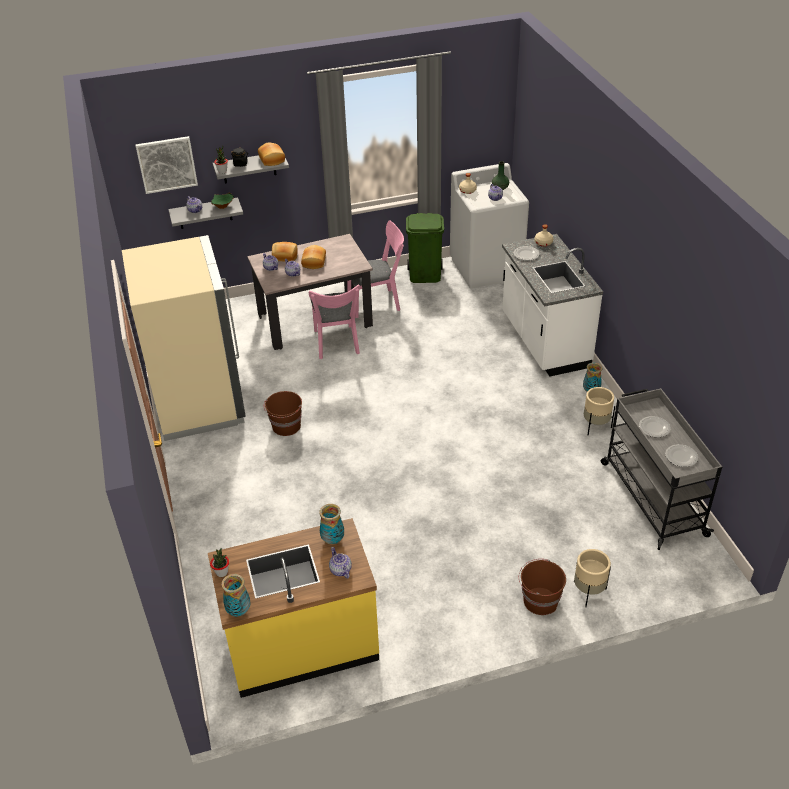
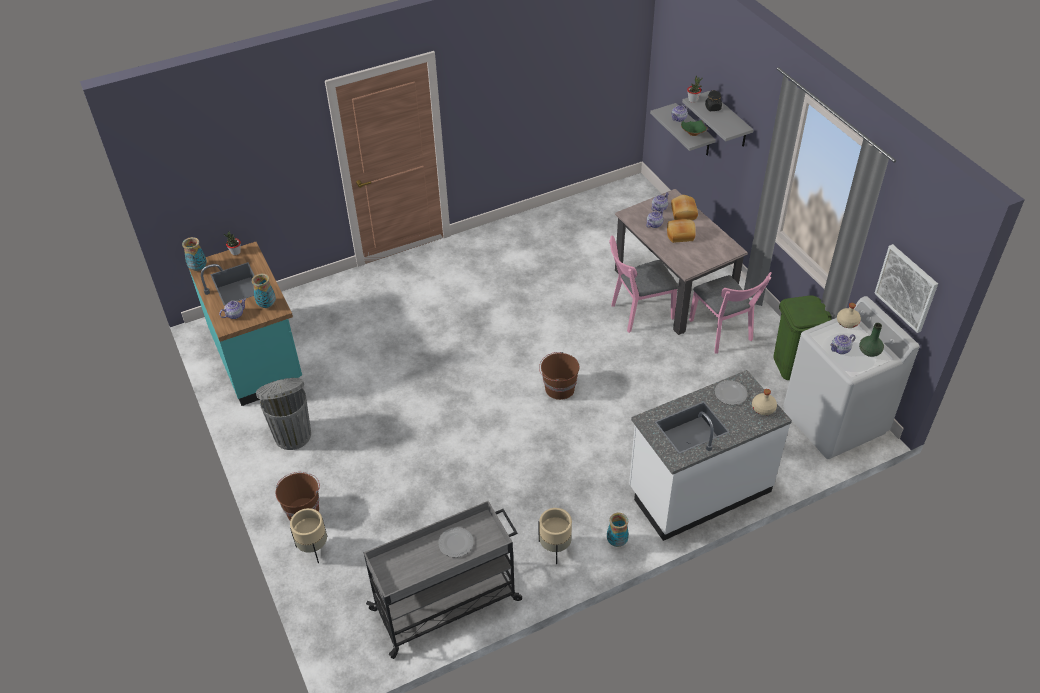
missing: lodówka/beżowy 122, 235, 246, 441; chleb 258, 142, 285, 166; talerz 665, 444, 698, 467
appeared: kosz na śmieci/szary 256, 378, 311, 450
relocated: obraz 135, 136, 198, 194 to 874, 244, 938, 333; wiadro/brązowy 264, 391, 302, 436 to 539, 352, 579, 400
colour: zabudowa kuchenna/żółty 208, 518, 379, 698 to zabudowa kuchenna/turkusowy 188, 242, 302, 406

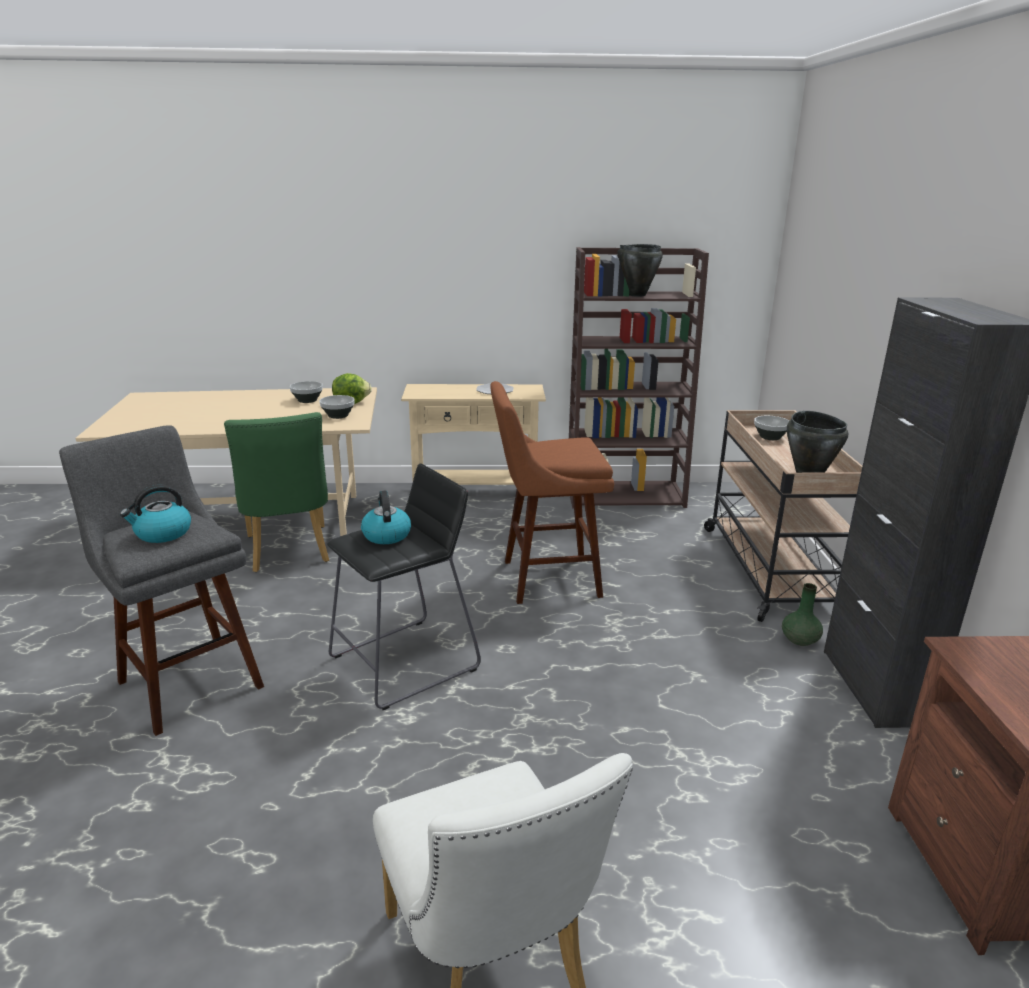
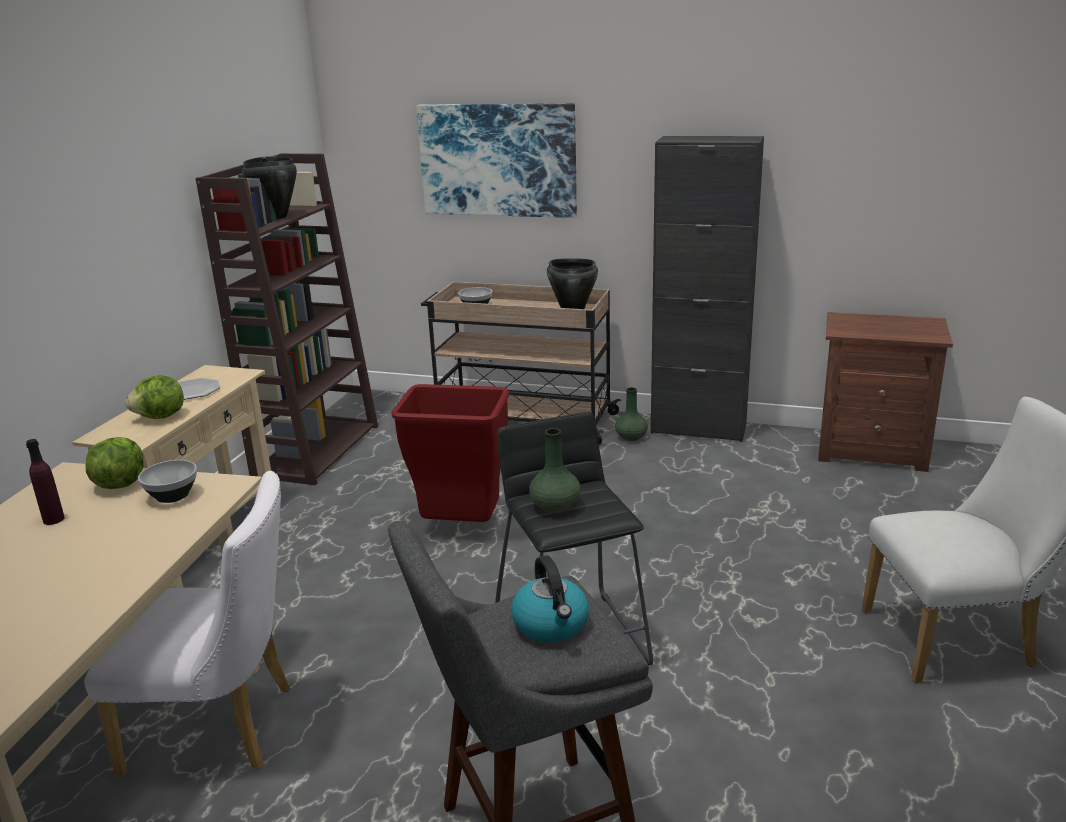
appeared: sałata 125, 375, 184, 419; obraz 416, 103, 577, 218
exchanged: miska 289, 381, 323, 403 to butelka/fioletowy 26, 439, 65, 525; czajnik 361, 490, 411, 544 to wazon/zielony 529, 428, 581, 513; stołek/brązowy 491, 381, 614, 604 to kosz na śmieci/czerwony 391, 384, 509, 522
colour: krzesło/zielony 224, 412, 329, 572 to krzesło/biały 84, 471, 291, 778

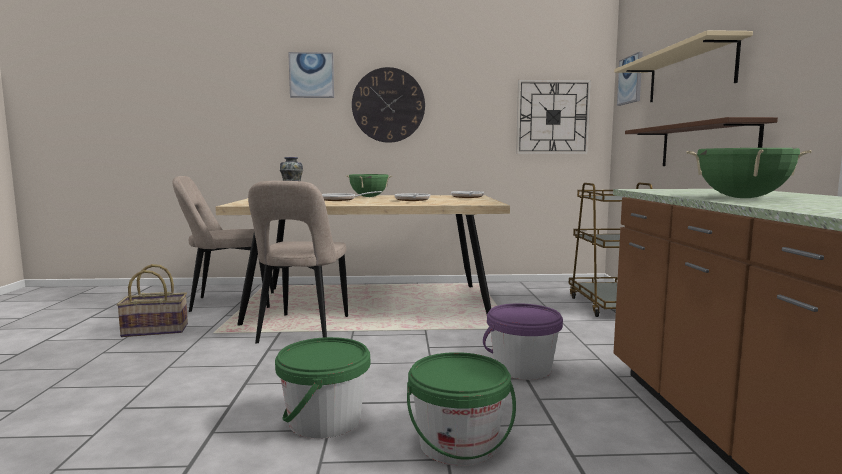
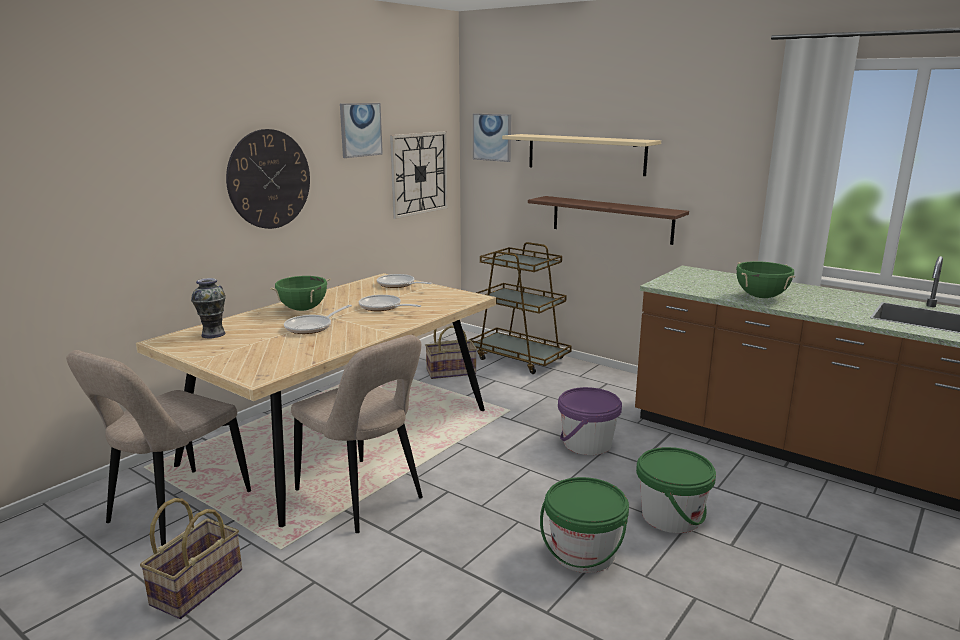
appeared: koszyk 425, 326, 477, 379
relocated: obraz 288, 52, 334, 98 to 340, 103, 383, 158

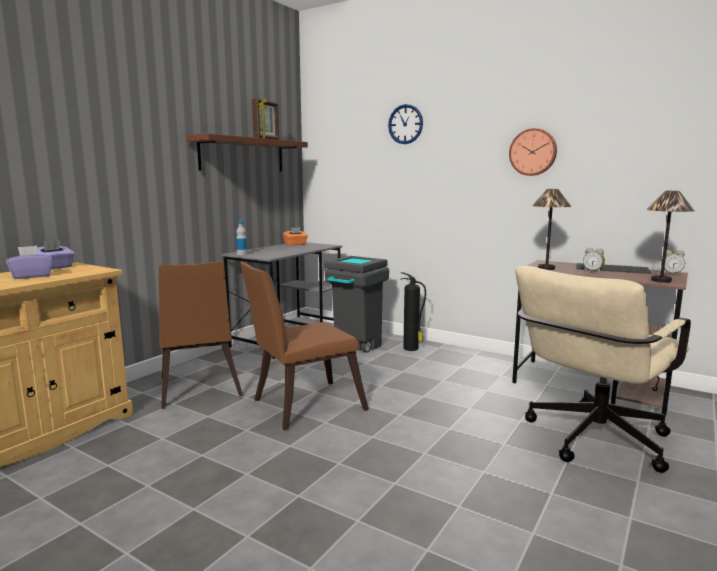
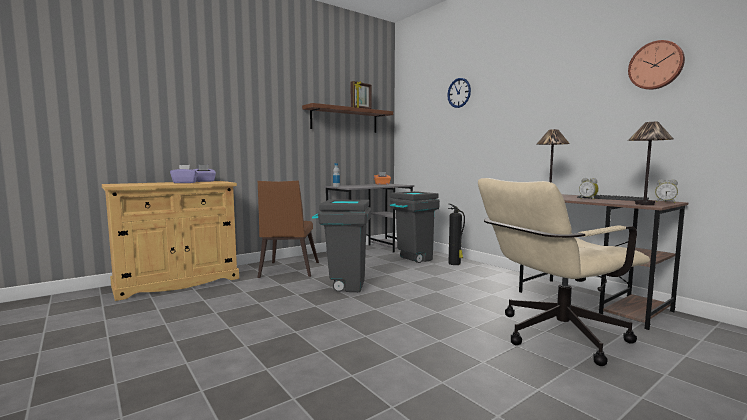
relocated: zegar ścienny 509, 128, 557, 176 to 628, 40, 685, 90
exchanged: krzesło/brązowy 240, 262, 369, 430 to kosz na śmieci/szary 312, 199, 371, 292

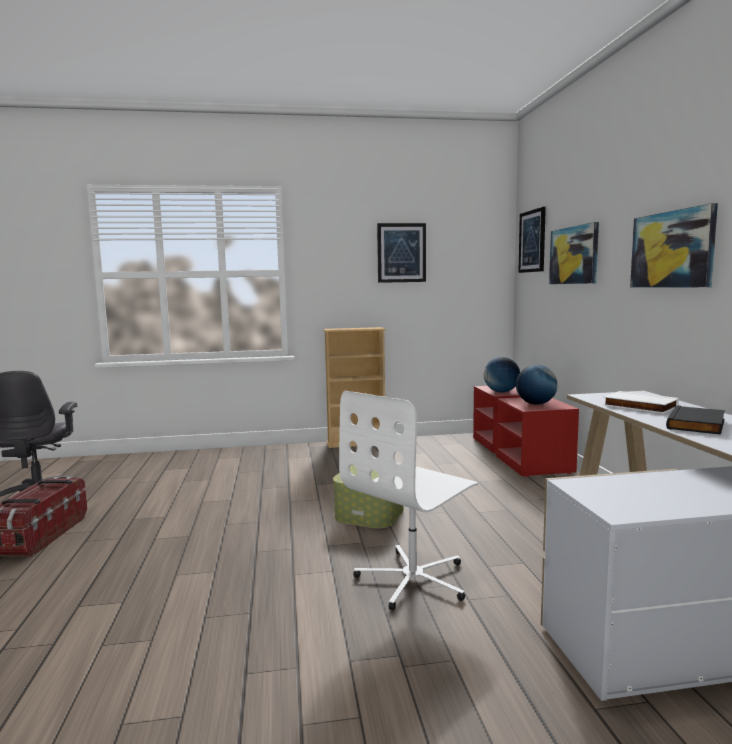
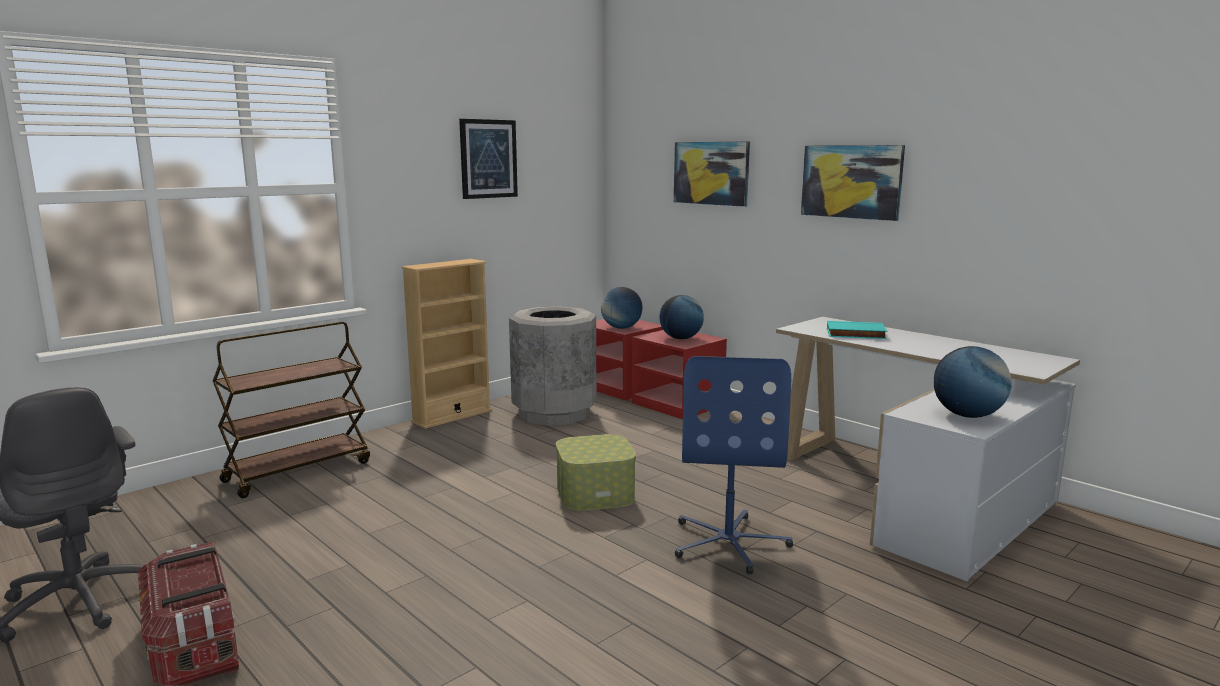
missing: obraz 518, 207, 546, 273; książka/czarny 666, 405, 725, 435
appeared: wózek/brązowy 213, 322, 370, 498; kosz na śmieci/szary 509, 306, 596, 426; globus 934, 346, 1012, 418
colour: krzesło biurowe/biały 339, 391, 478, 610 to krzesło biurowe/niebieski 675, 356, 793, 574; książka/biały 603, 391, 679, 414 to książka/turkusowy 827, 321, 887, 339

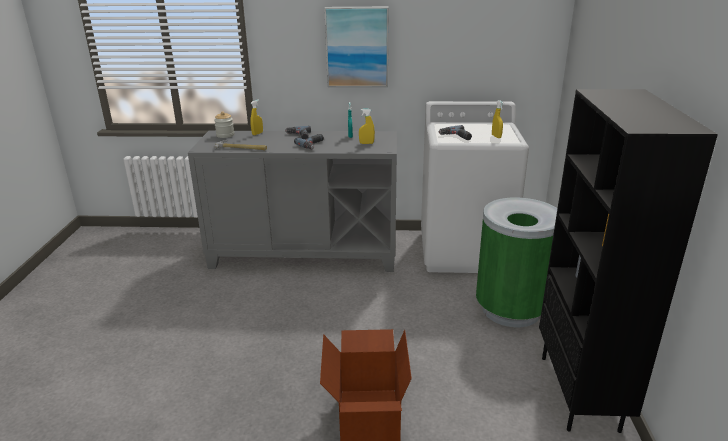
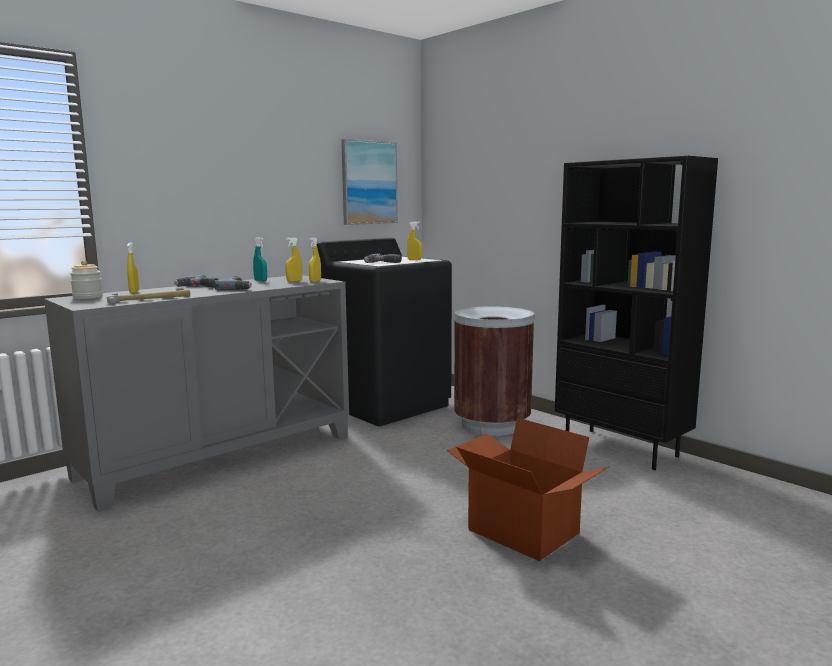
appeared: spryskiwacz/żółty 309, 237, 321, 282
relocated: obraz 324, 7, 389, 87 to 341, 139, 398, 225
colour: pralka/biały 421, 101, 529, 273 to pralka/czarny 317, 238, 452, 426; kosz na śmieci/zielony 476, 197, 557, 327 to kosz na śmieci/brązowy 454, 306, 534, 436

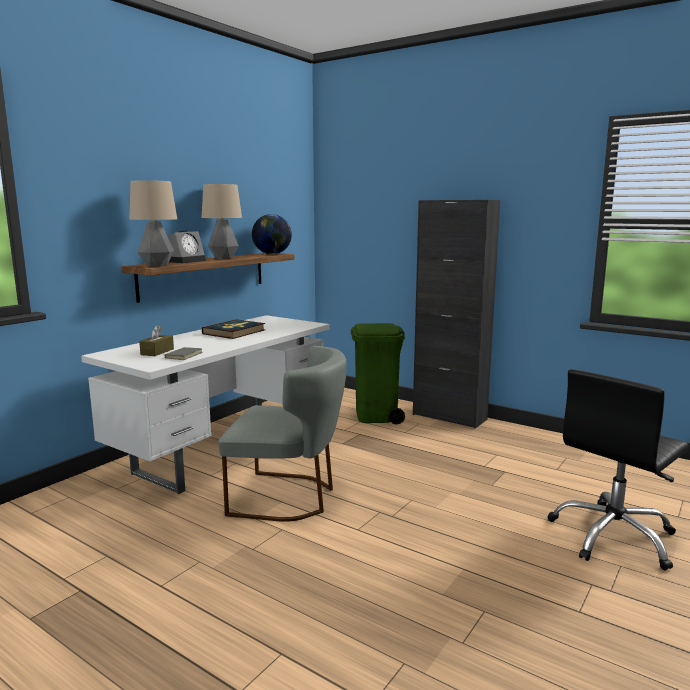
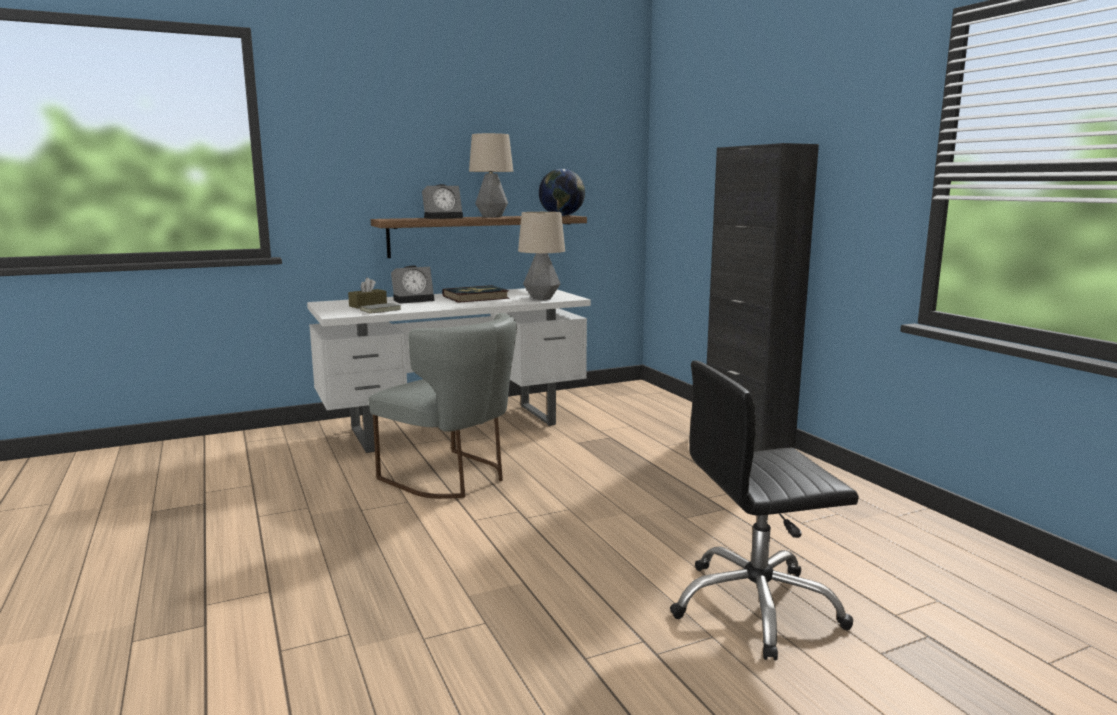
missing: kosz na śmieci/zielony 351, 323, 405, 425
appeared: budzik 391, 266, 435, 304
relocated: lampa stołowa 129, 180, 177, 267 to 518, 212, 565, 300

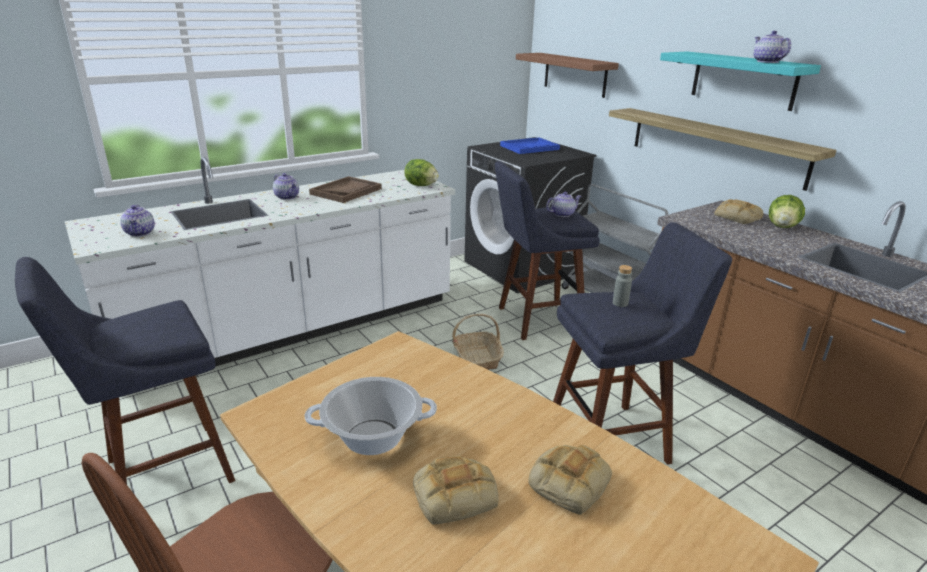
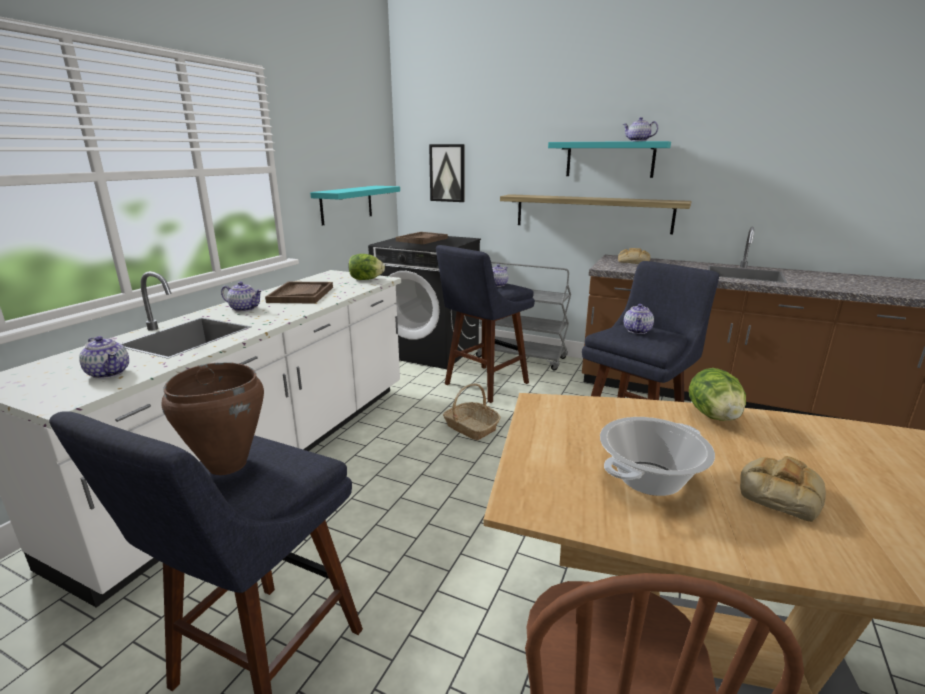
missing: chleb 528, 445, 612, 515
appeared: garnek/brązowy 161, 362, 264, 475; półka/turkusowy 310, 186, 400, 225
relocated: sałata 769, 195, 805, 228 to 689, 368, 746, 421
exchanged: półka/brązowy 516, 53, 619, 98 to obraz 429, 144, 464, 202; butelka/szary 613, 265, 632, 307 to imbryk 624, 304, 654, 334
colour: taca/niebieski 500, 138, 560, 154 to taca/brązowy 396, 232, 448, 244

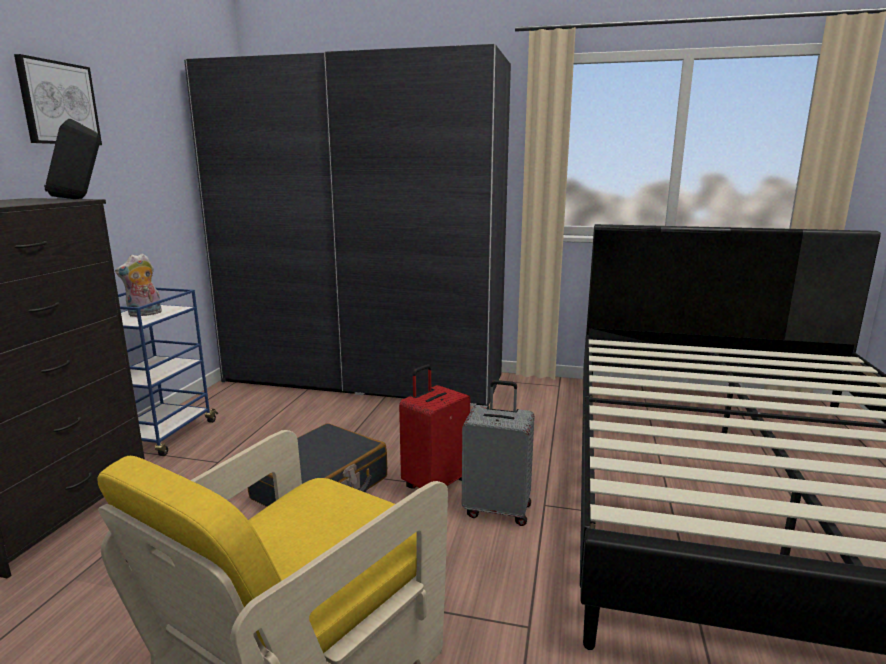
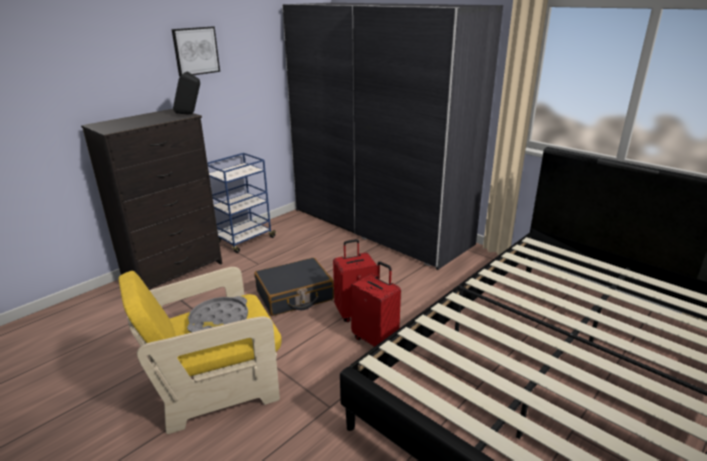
missing: pluszak 115, 254, 162, 317
appeared: taca/szary 187, 296, 248, 333
colour: walizka/szary 462, 380, 535, 526 to walizka/czerwony 351, 261, 401, 347

